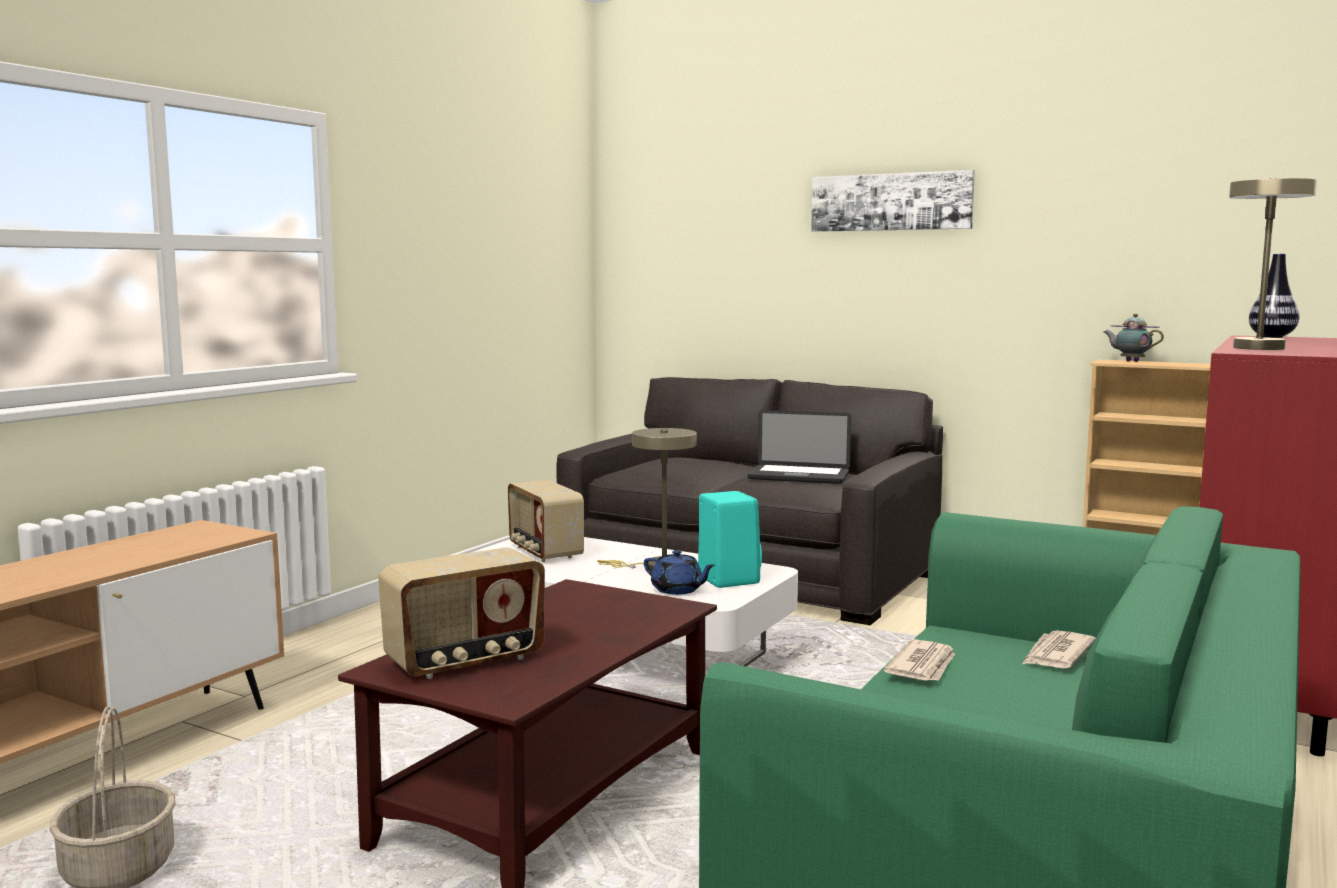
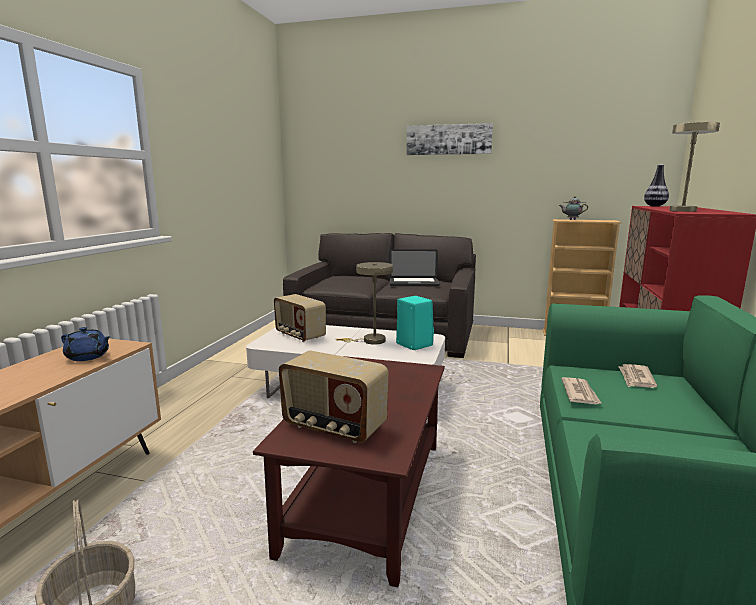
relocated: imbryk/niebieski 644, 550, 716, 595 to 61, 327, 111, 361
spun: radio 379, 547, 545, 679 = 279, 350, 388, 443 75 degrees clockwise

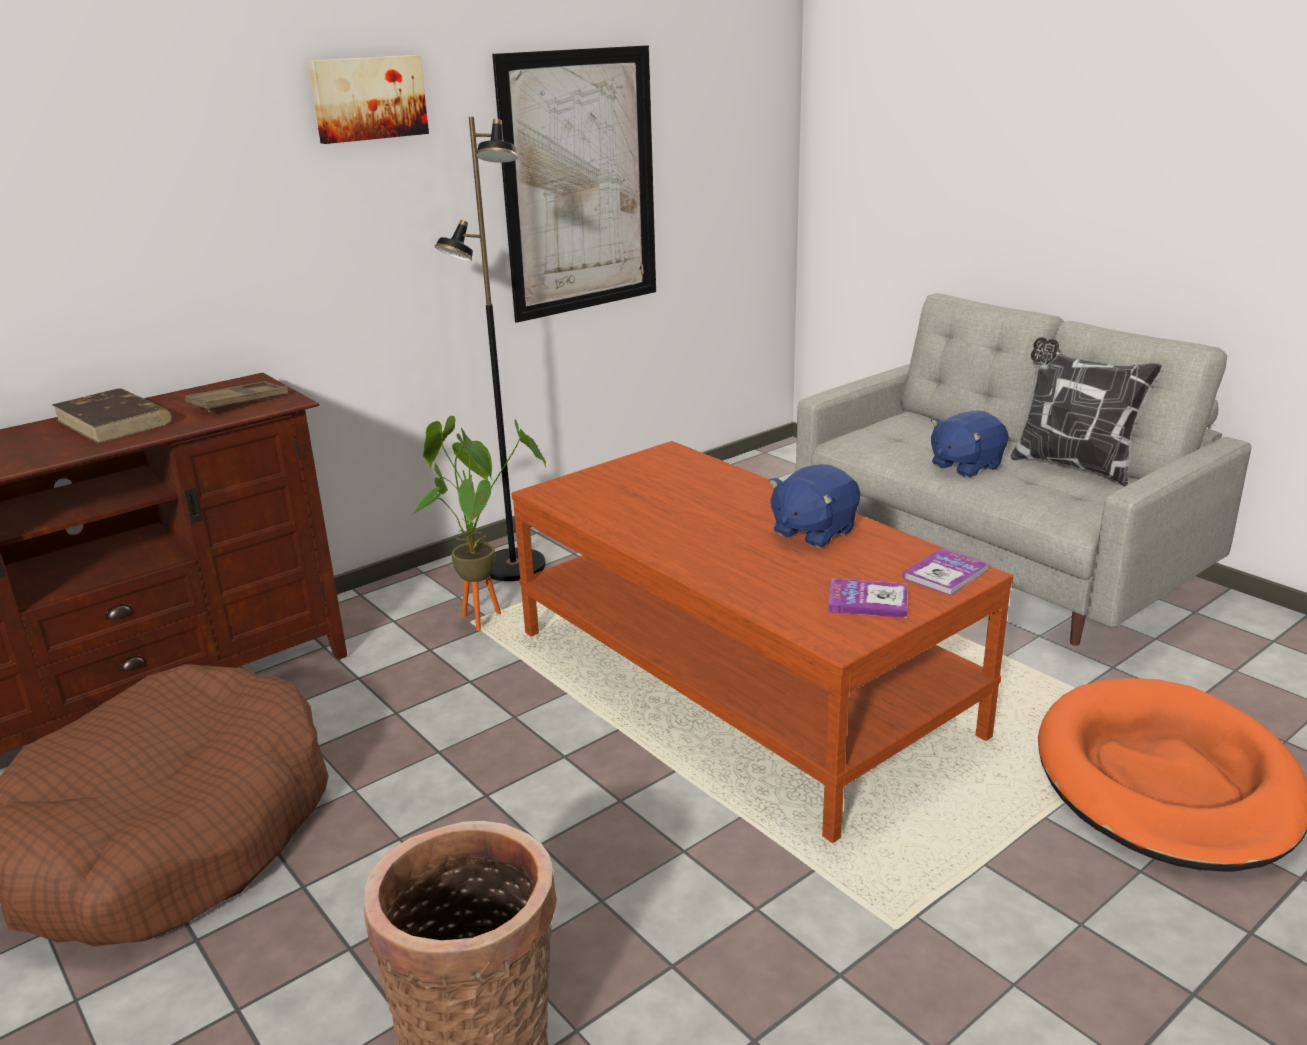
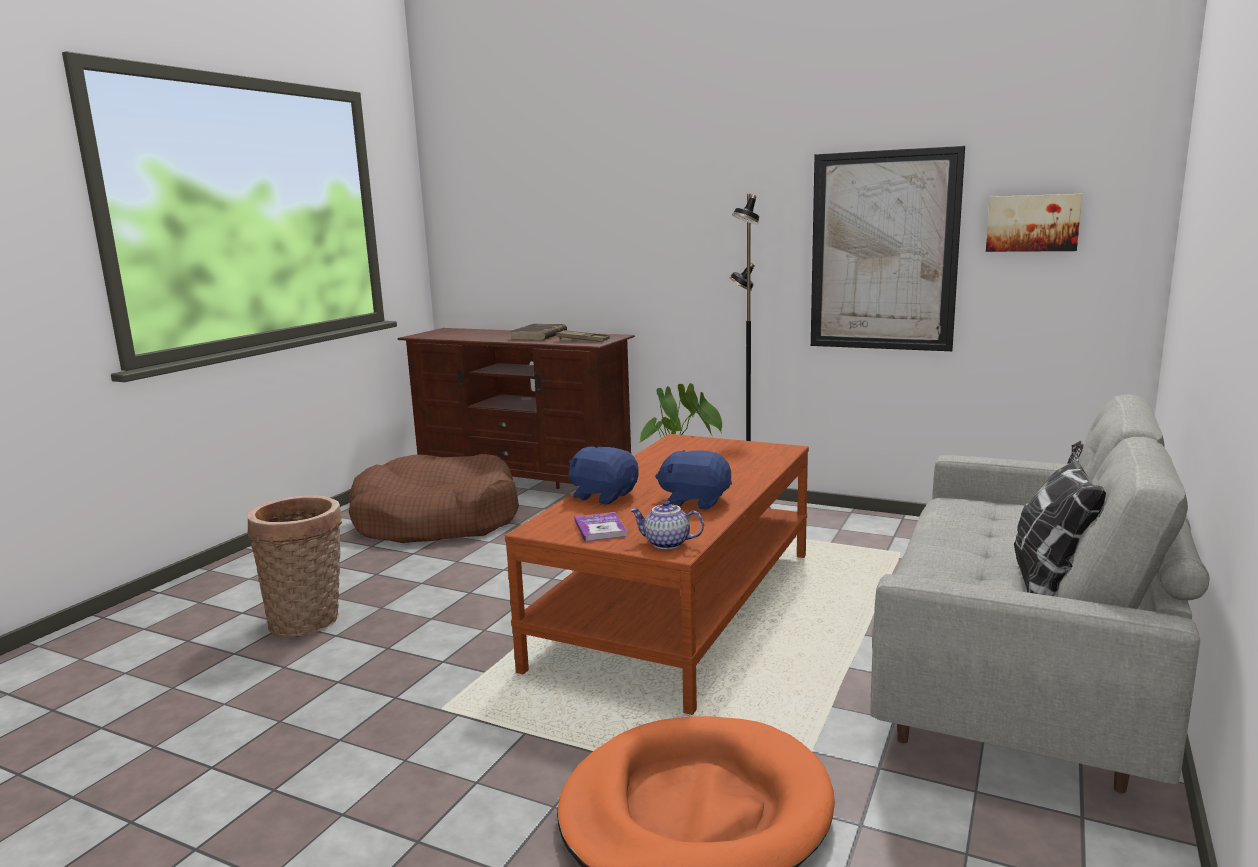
relocated: obraz 308, 55, 429, 144 to 986, 194, 1082, 252; pluszak/niebieski 931, 410, 1008, 477 to 569, 446, 638, 505
exchanged: książka 902, 548, 989, 596 to imbryk 630, 501, 704, 549

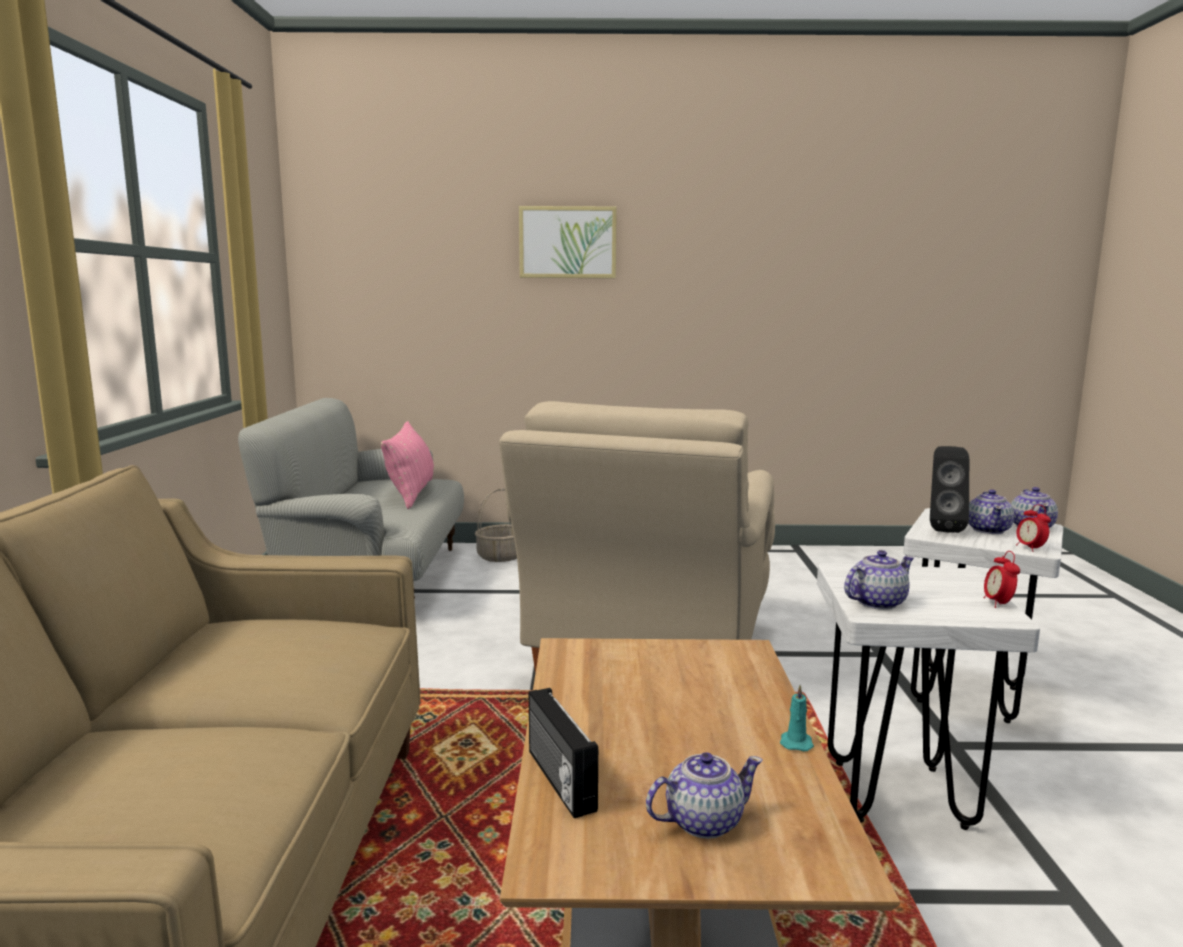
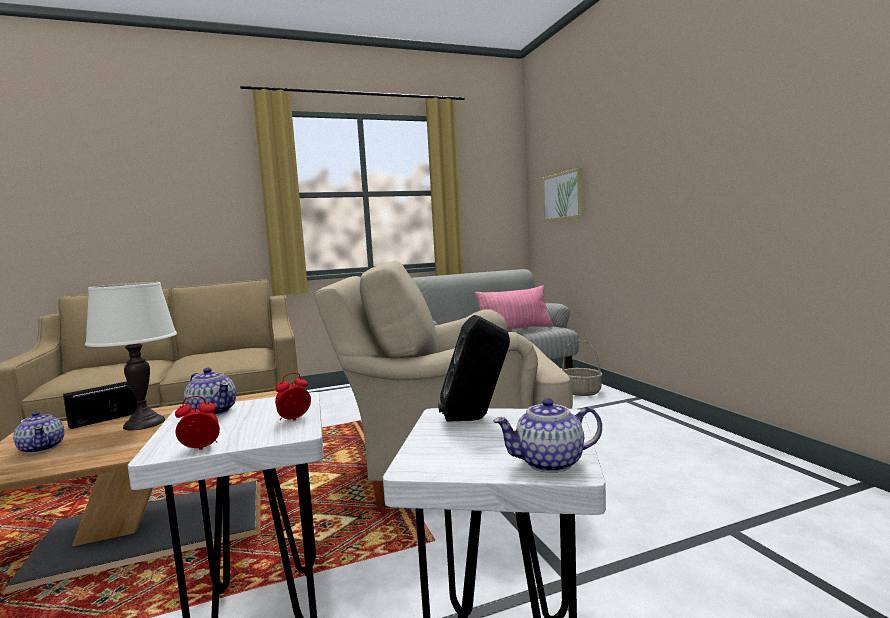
missing: świeca/turkusowy 780, 685, 814, 752; imbryk 968, 489, 1014, 534
appeared: lampa stołowa/biały 85, 282, 177, 430
relocated: obraz 519, 206, 617, 278 to 543, 168, 583, 222; budzik 1016, 504, 1051, 552 to 275, 373, 311, 421

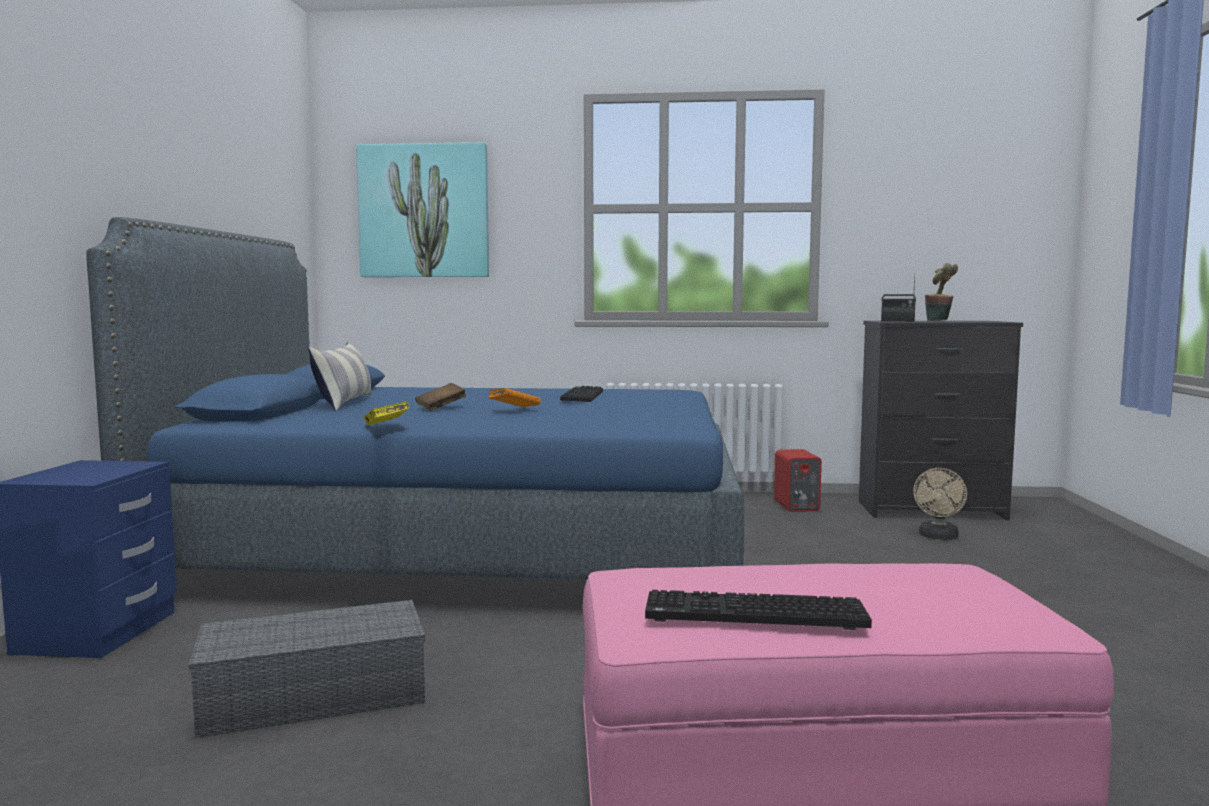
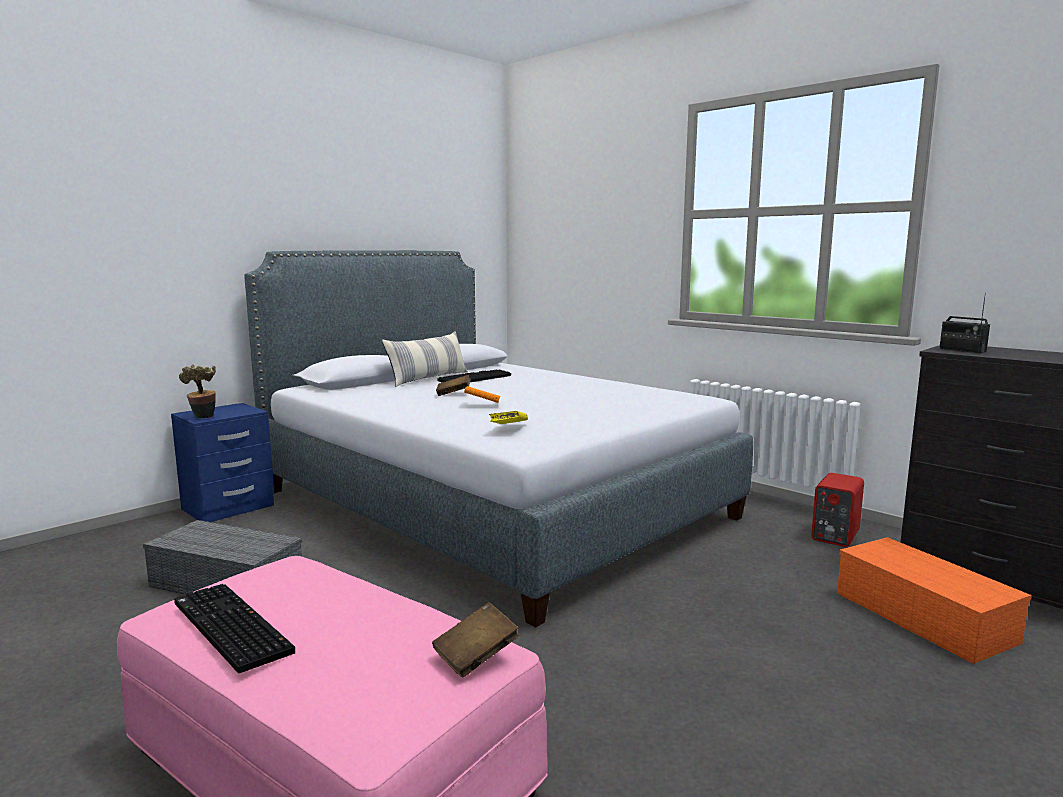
missing: obraz 356, 142, 489, 277
appeared: książka/brązowy 432, 602, 519, 677
relocated: książka/żółty 363, 402, 409, 426 to 489, 411, 528, 424; klawiatura 560, 386, 603, 402 to 437, 370, 511, 383; roślina doniczkowa 925, 263, 958, 321 to 179, 364, 216, 418
exchanged: wentylator/beżowy 913, 468, 967, 540 to pojemnik do przechowywania/pomarańczowy 837, 537, 1032, 664
colour: łóżko/niebieski 86, 217, 744, 579 to łóżko/szary 244, 251, 753, 628

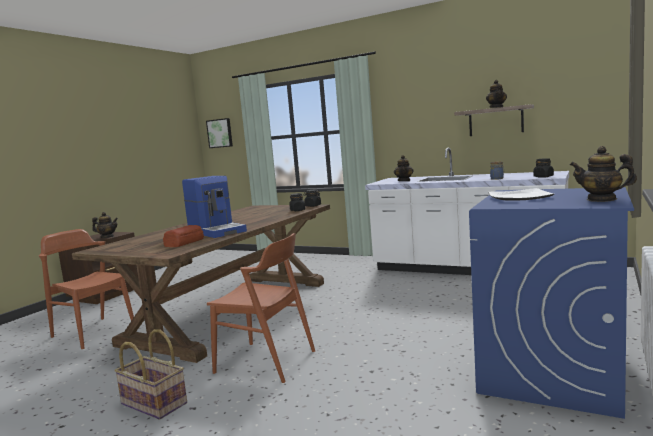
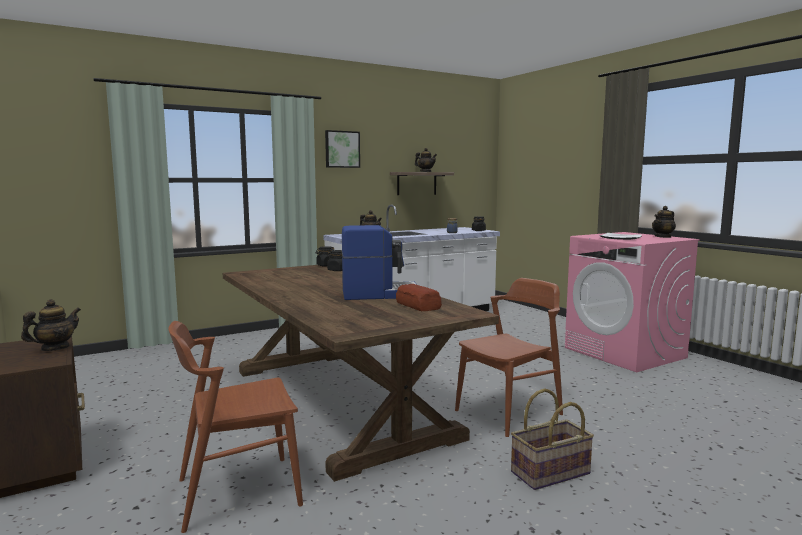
relocated: obraz 206, 118, 233, 148 to 325, 130, 360, 168
colour: pralka/niebieski 469, 187, 634, 419 to pralka/różowy 565, 232, 700, 372

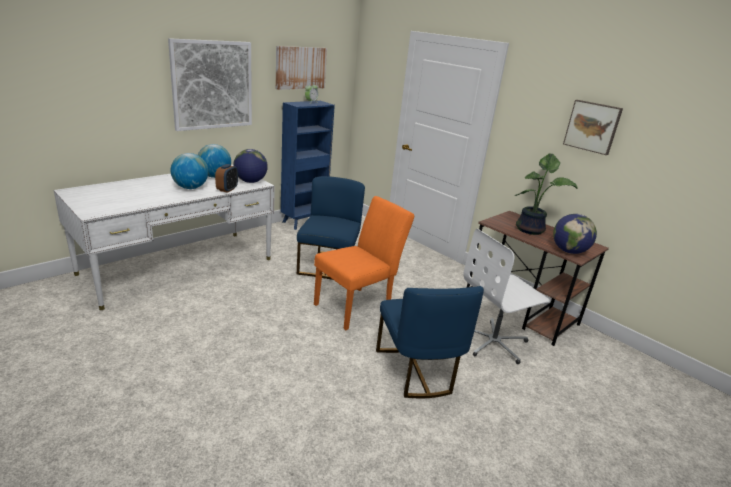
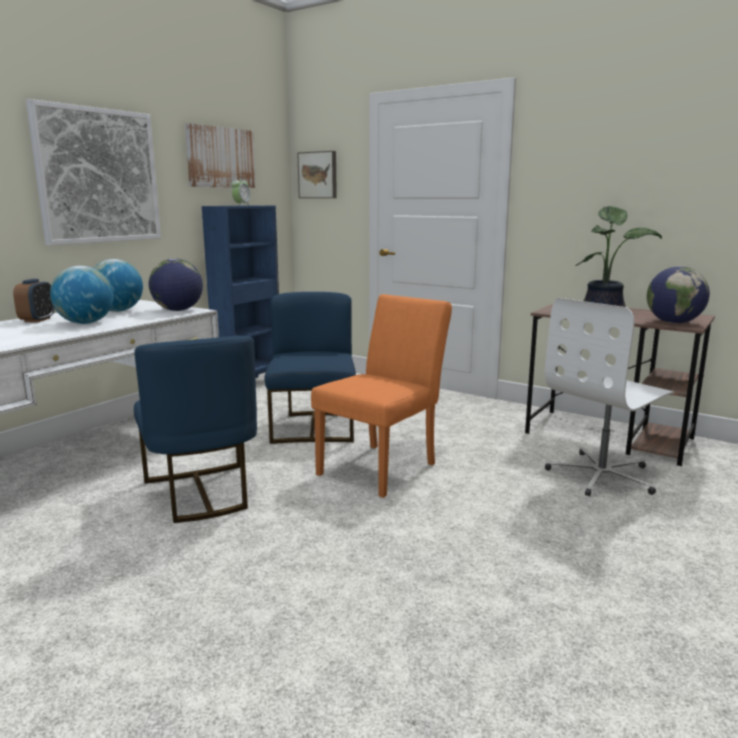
relocated: budzik 215, 164, 238, 193 to 13, 279, 55, 322; krzesło/niebieski 376, 286, 484, 398 to 134, 336, 257, 523; obraz 563, 100, 623, 155 to 297, 151, 337, 198

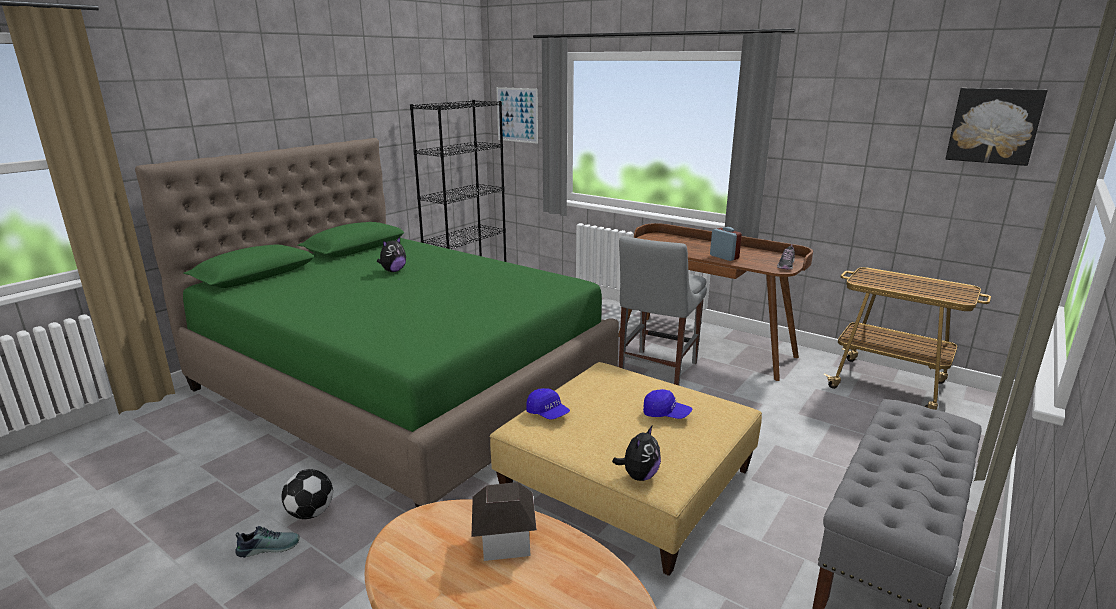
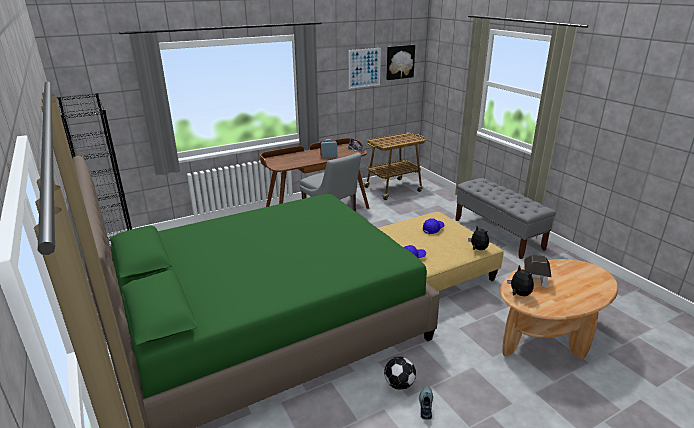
relocated: pluszak 377, 237, 406, 272 to 507, 265, 534, 296; obraz 497, 87, 538, 144 to 349, 48, 381, 89

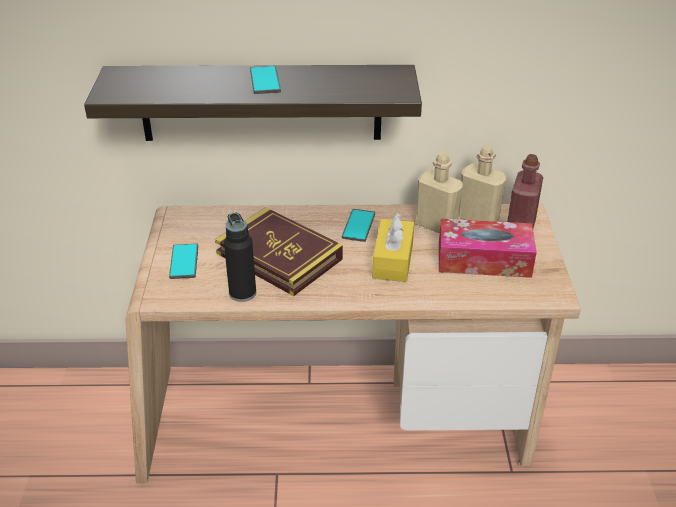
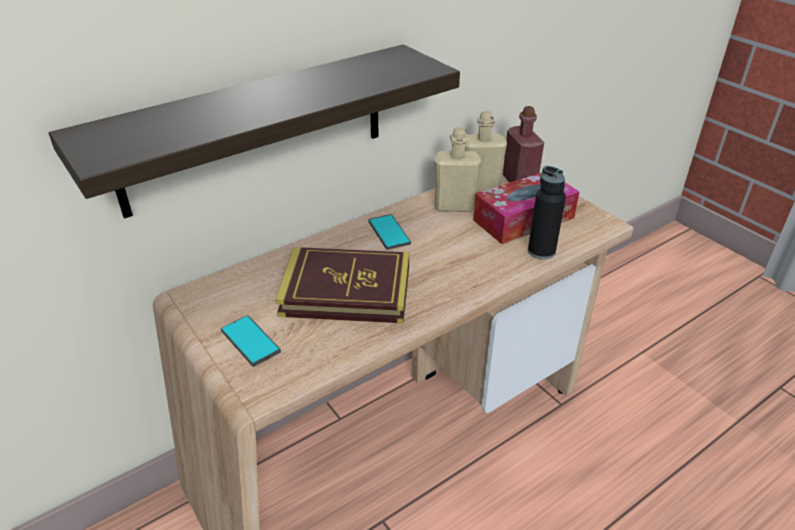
missing: telefon 250, 66, 281, 94; pudełko chusteczek/żółty 372, 213, 414, 282
relocated: butelka/czarny 224, 213, 256, 302 to 528, 166, 566, 259

